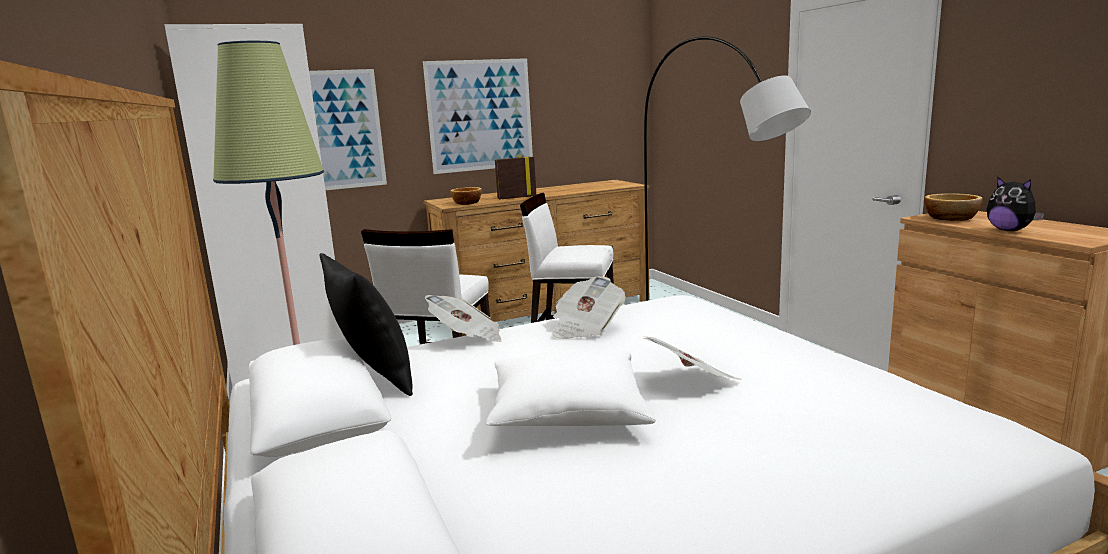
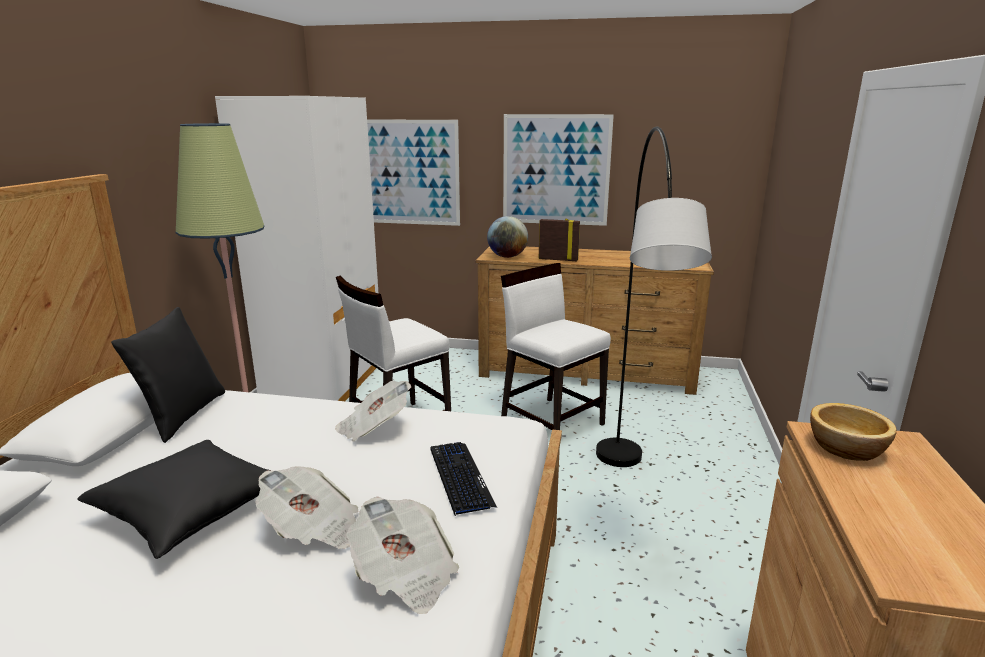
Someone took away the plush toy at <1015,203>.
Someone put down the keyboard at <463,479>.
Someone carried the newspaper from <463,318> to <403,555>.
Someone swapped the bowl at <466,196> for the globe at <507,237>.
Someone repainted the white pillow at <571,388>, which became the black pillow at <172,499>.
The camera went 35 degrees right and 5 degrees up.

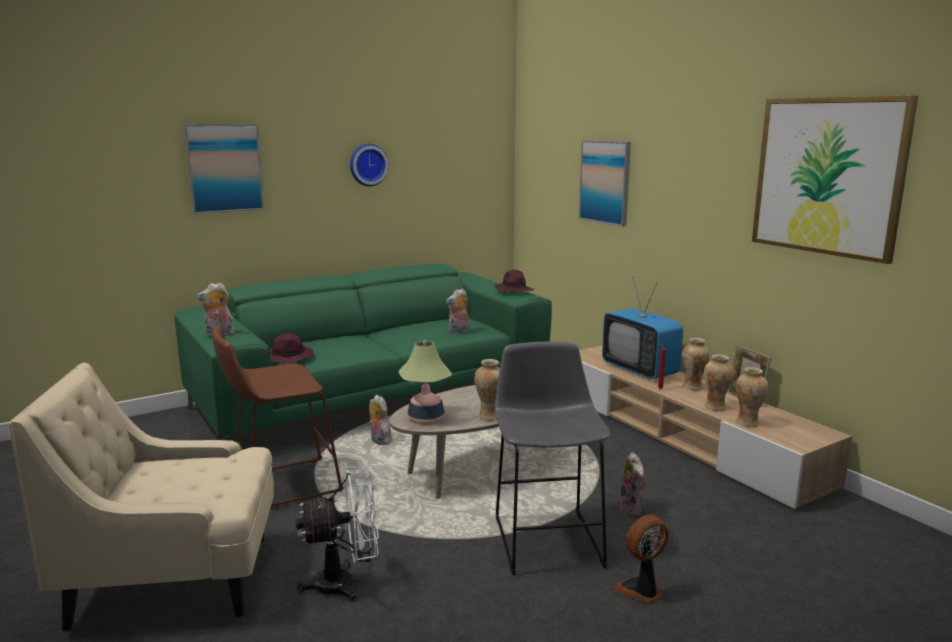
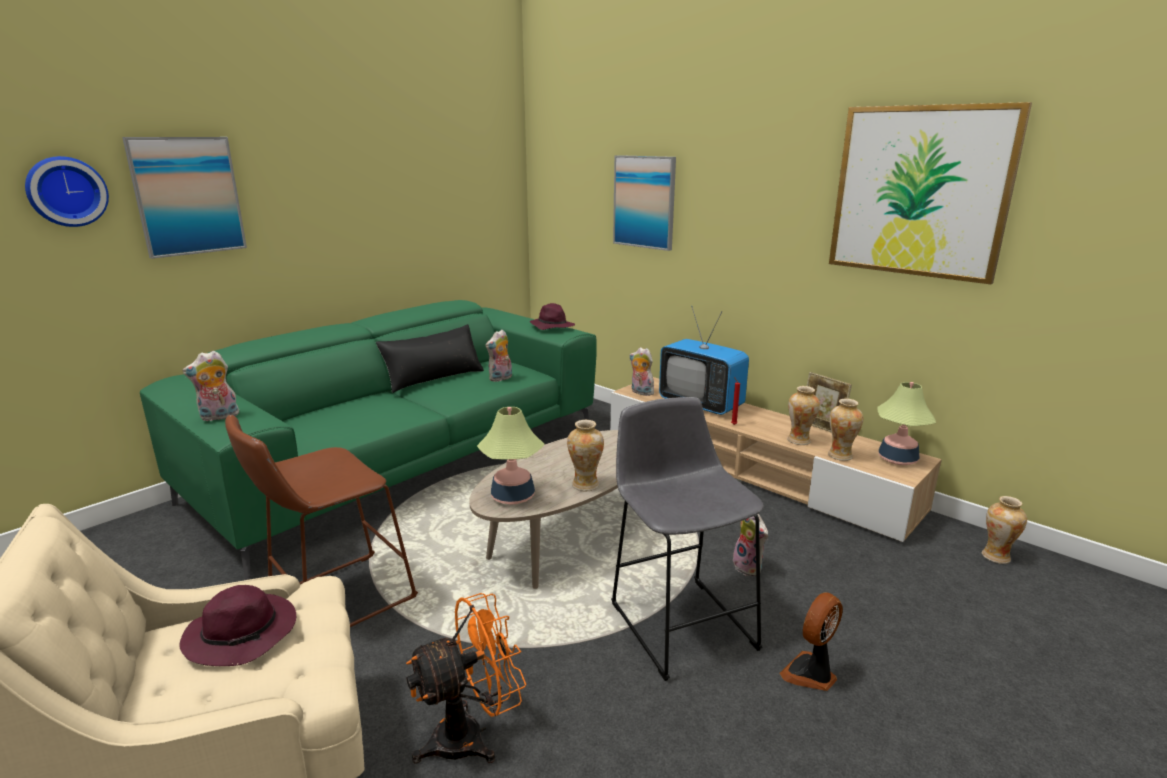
Someone put down the black pillow at <430,358>.
Someone put down the table lamp at <906,423>.
Someone carried the purple hat from <292,348> to <237,625>.
Someone carried the wall clock from <369,165> to <67,191>.
Someone carried the plush toy from <380,420> to <641,371>.
Someone carried the vase from <696,364> to <1004,530>.
Someone repainted the white fan at <337,535>, which became the orange fan at <466,678>.
The camera went 15 degrees left and 5 degrees up.

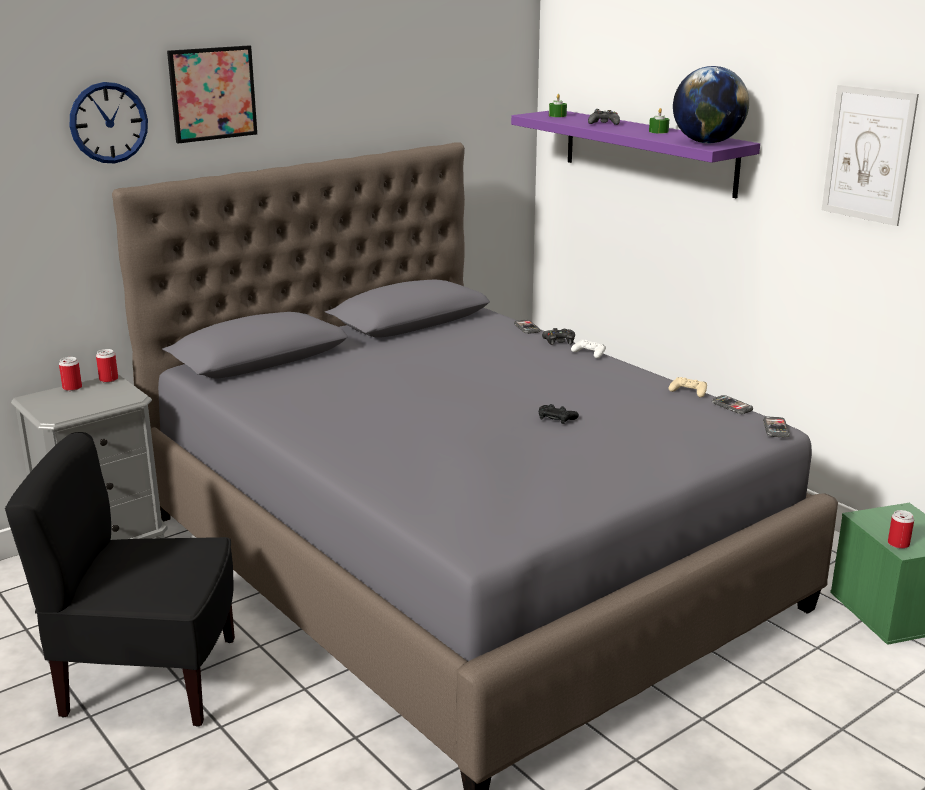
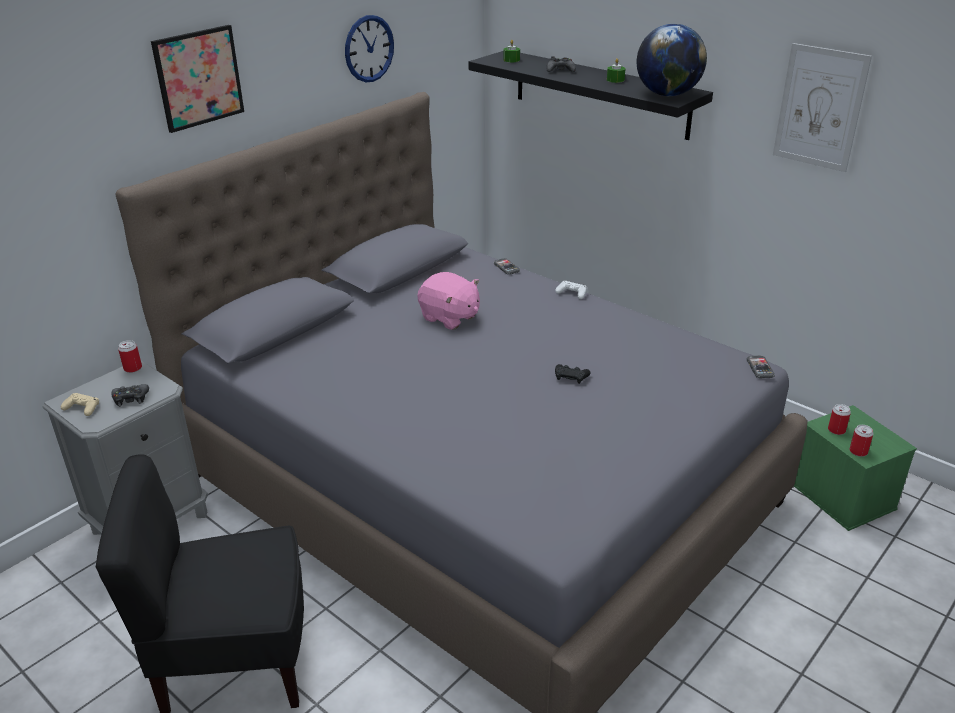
Someone took away the phone at <732,404>.
Someone put down the pink plush toy at <448,301>.
Someone carried the can from <70,374> to <839,419>.
Someone carried the wall clock from <109,122> to <369,48>.
Someone carried the black game controller from <558,336> to <130,395>.
Someone carried the beige game controller from <688,387> to <80,404>.
Someone repainted the purple shelf at <635,154>, which became the black shelf at <591,95>.
The camera went 10 degrees left and 10 degrees up.

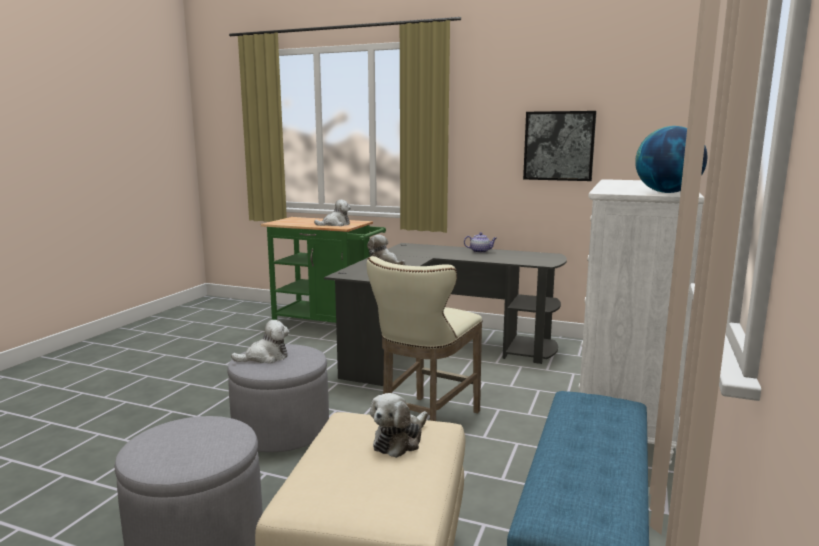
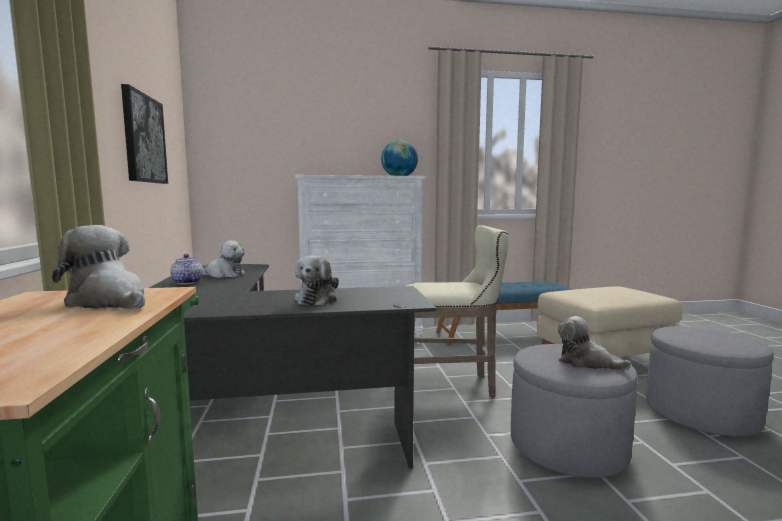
Someone carried the plush toy from <399,425> to <224,259>.
The camera went 120 degrees left and 5 degrees down.

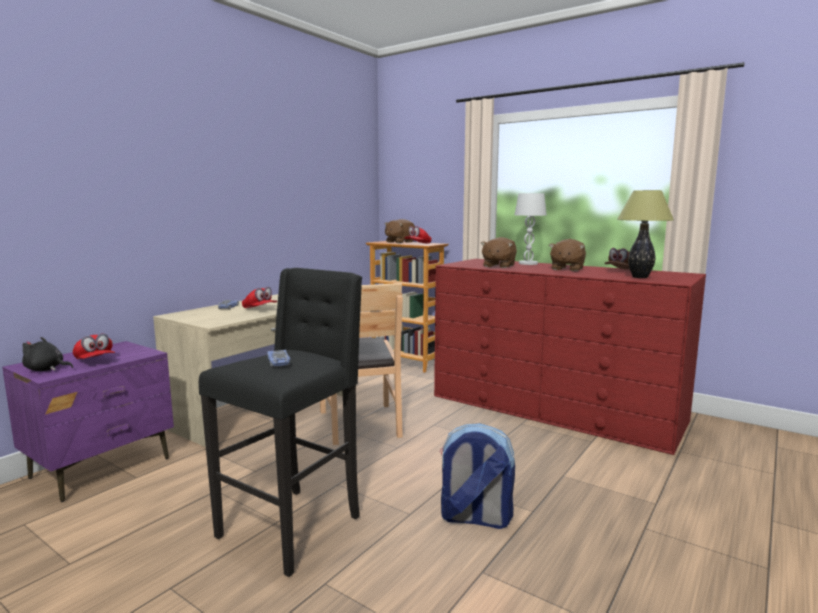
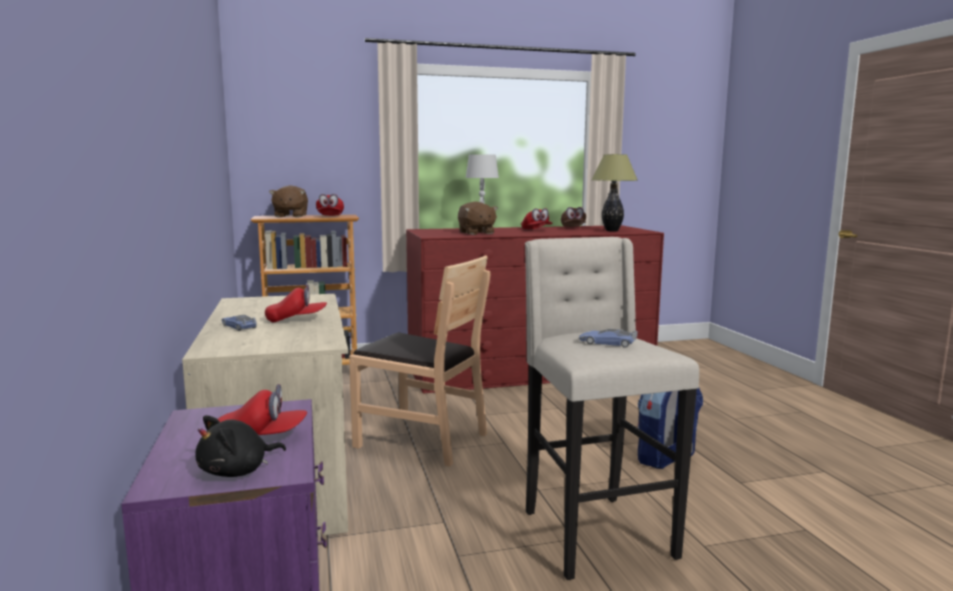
Someone swapped the brown plush toy at <567,255> for the red cap at <537,218>.
Someone repainted the black stool at <280,422>, which became the beige stool at <612,408>.
The camera went 50 degrees left and 0 degrees up.

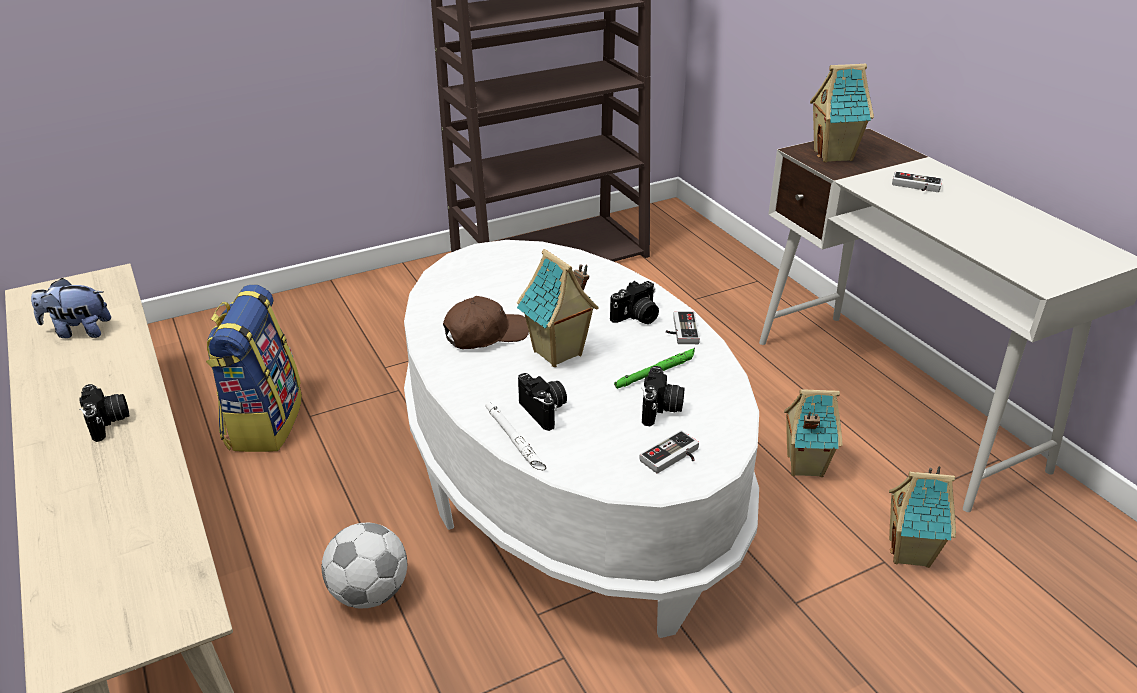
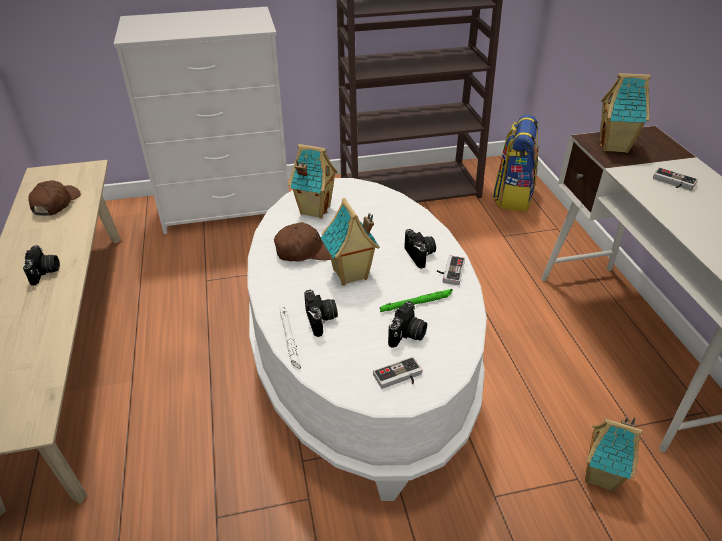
Someone took away the football at <364,566>.
Someone put down the white dresser at <201,120>.
Someone carried the backpack from <254,368> to <515,163>.
Someone carried the toy house from <813,433> to <313,181>.
Someone swapped the plush toy at <71,308> for the brown cap at <54,198>.
Someone rotated the photo camera at <634,302> by 90 degrees counterclockwise.
The camera went 15 degrees right and 5 degrees up.

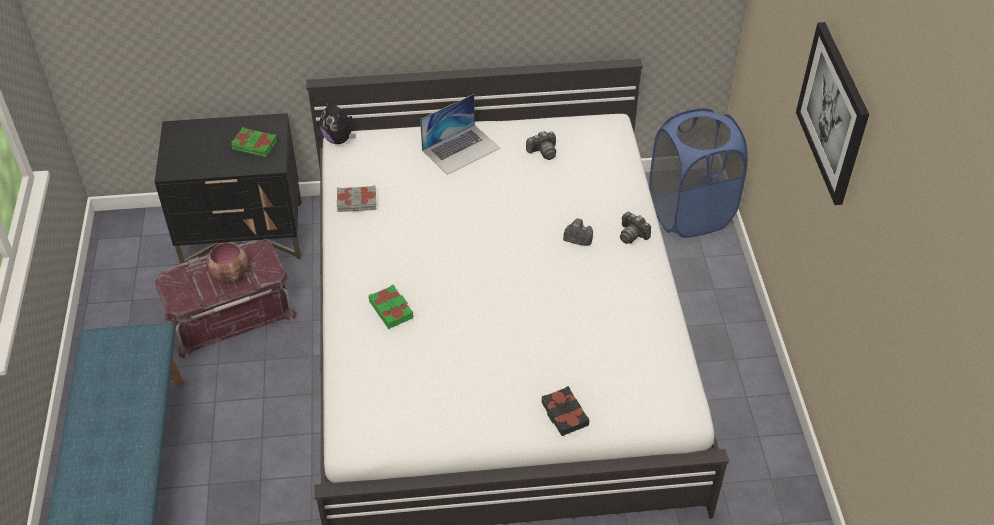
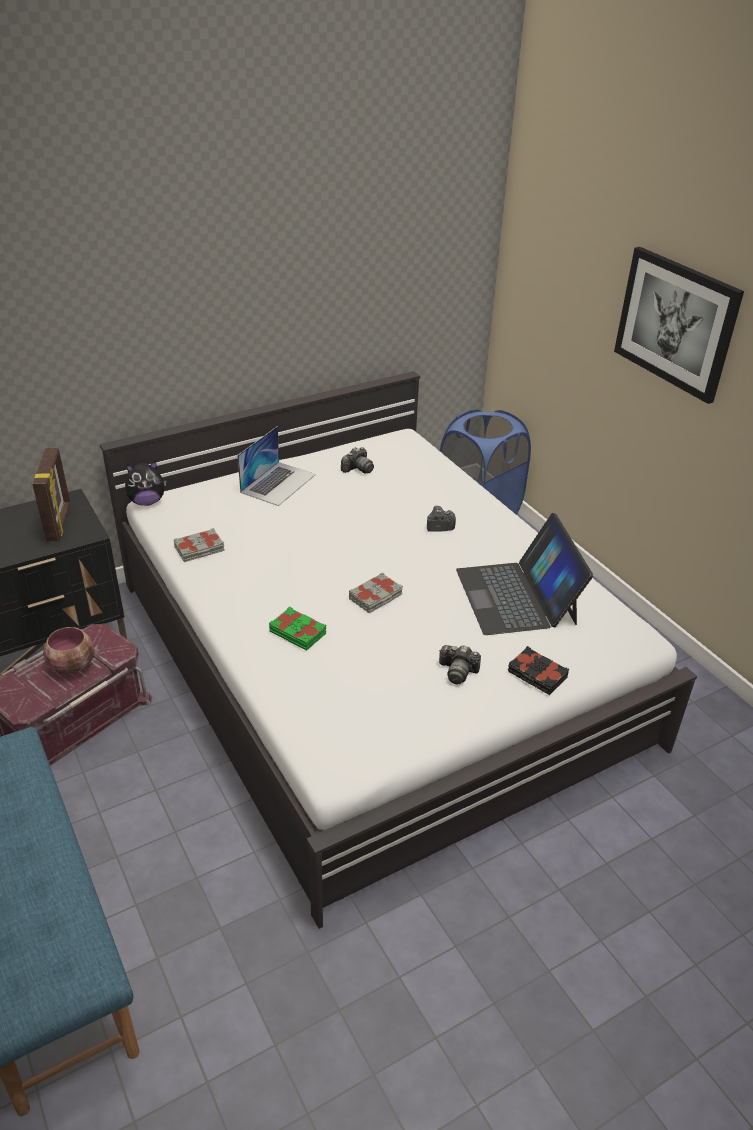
Someone put down the grey book at <376,592>.
Someone put down the laptop at <524,574>.
Someone carried the photo camera from <635,228> to <460,664>.
Someone swapped the green book at <254,142> for the picture frame at <51,495>.
Someone rotated the plush toy at <338,122> by 45 degrees counterclockwise.
The camera went 25 degrees left and 10 degrees down.

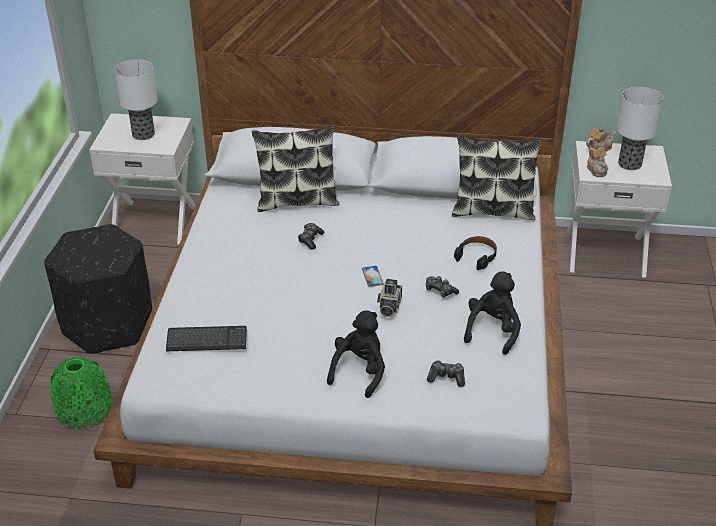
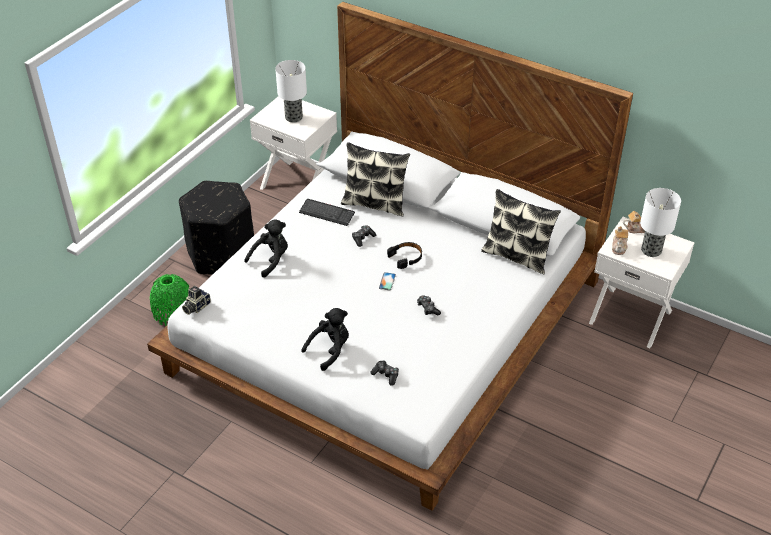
Someone carried the keyboard from <206,338> to <327,212>.
Someone carried the photo camera from <389,298> to <196,300>.
Someone carried the black headphones from <475,253> to <404,255>.
Someone carried the black plush toy from <492,313> to <266,248>.
The camera went 25 degrees right and 5 degrees up.

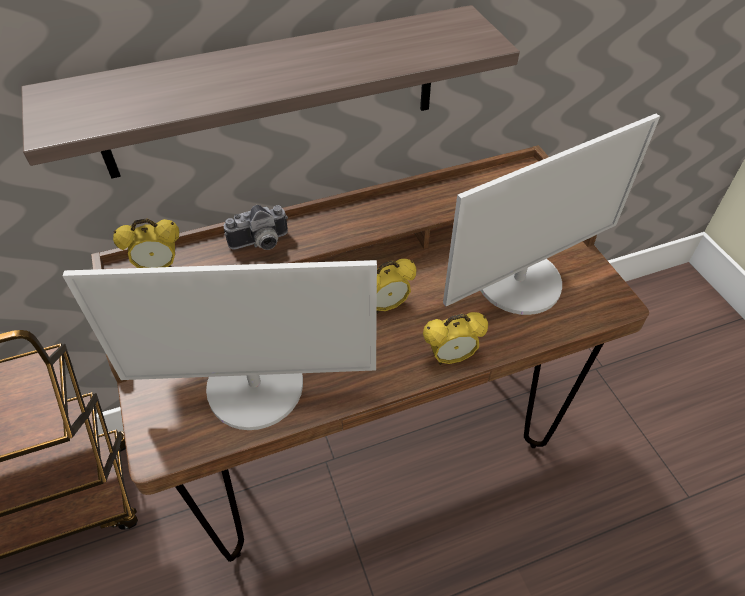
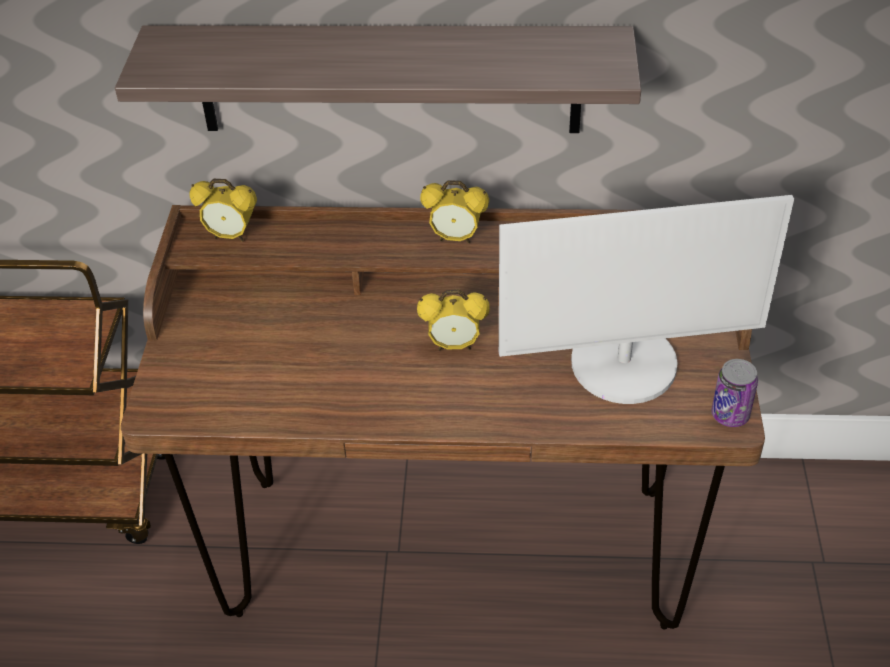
Someone took away the monitor at <219,345>.
Someone took away the photo camera at <256,227>.
Someone put down the can at <734,393>.
Someone carried the alarm clock from <455,338> to <454,212>.
The camera went 25 degrees right and 5 degrees down.

